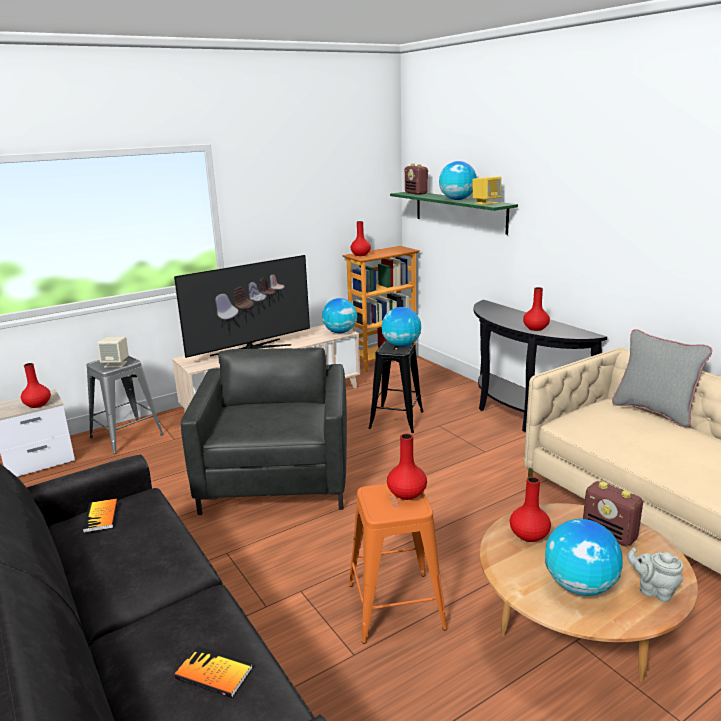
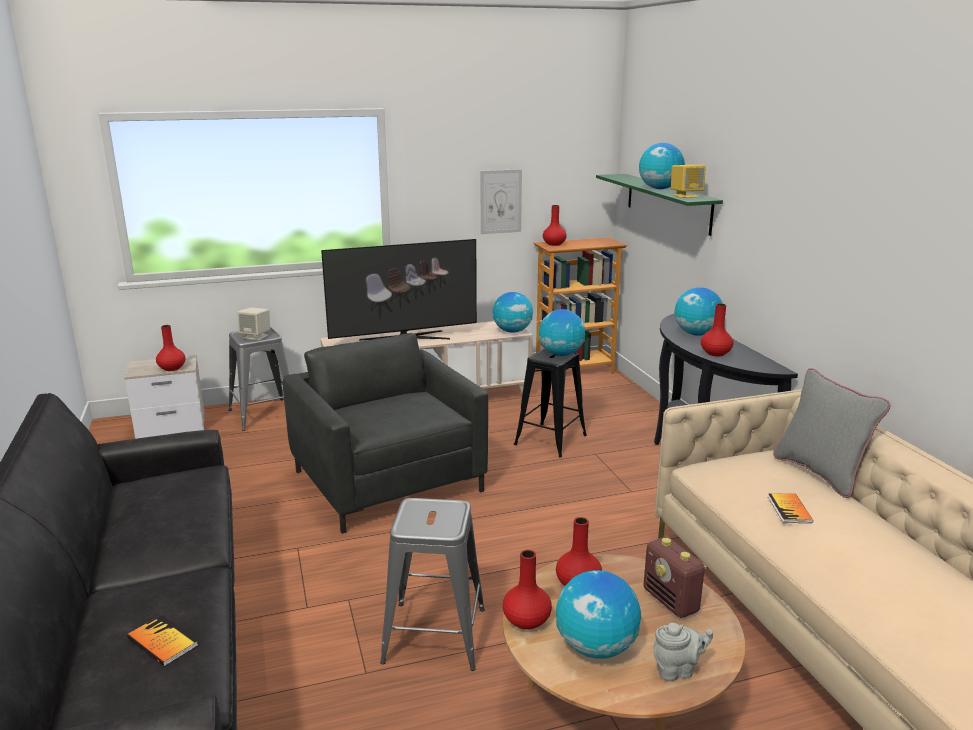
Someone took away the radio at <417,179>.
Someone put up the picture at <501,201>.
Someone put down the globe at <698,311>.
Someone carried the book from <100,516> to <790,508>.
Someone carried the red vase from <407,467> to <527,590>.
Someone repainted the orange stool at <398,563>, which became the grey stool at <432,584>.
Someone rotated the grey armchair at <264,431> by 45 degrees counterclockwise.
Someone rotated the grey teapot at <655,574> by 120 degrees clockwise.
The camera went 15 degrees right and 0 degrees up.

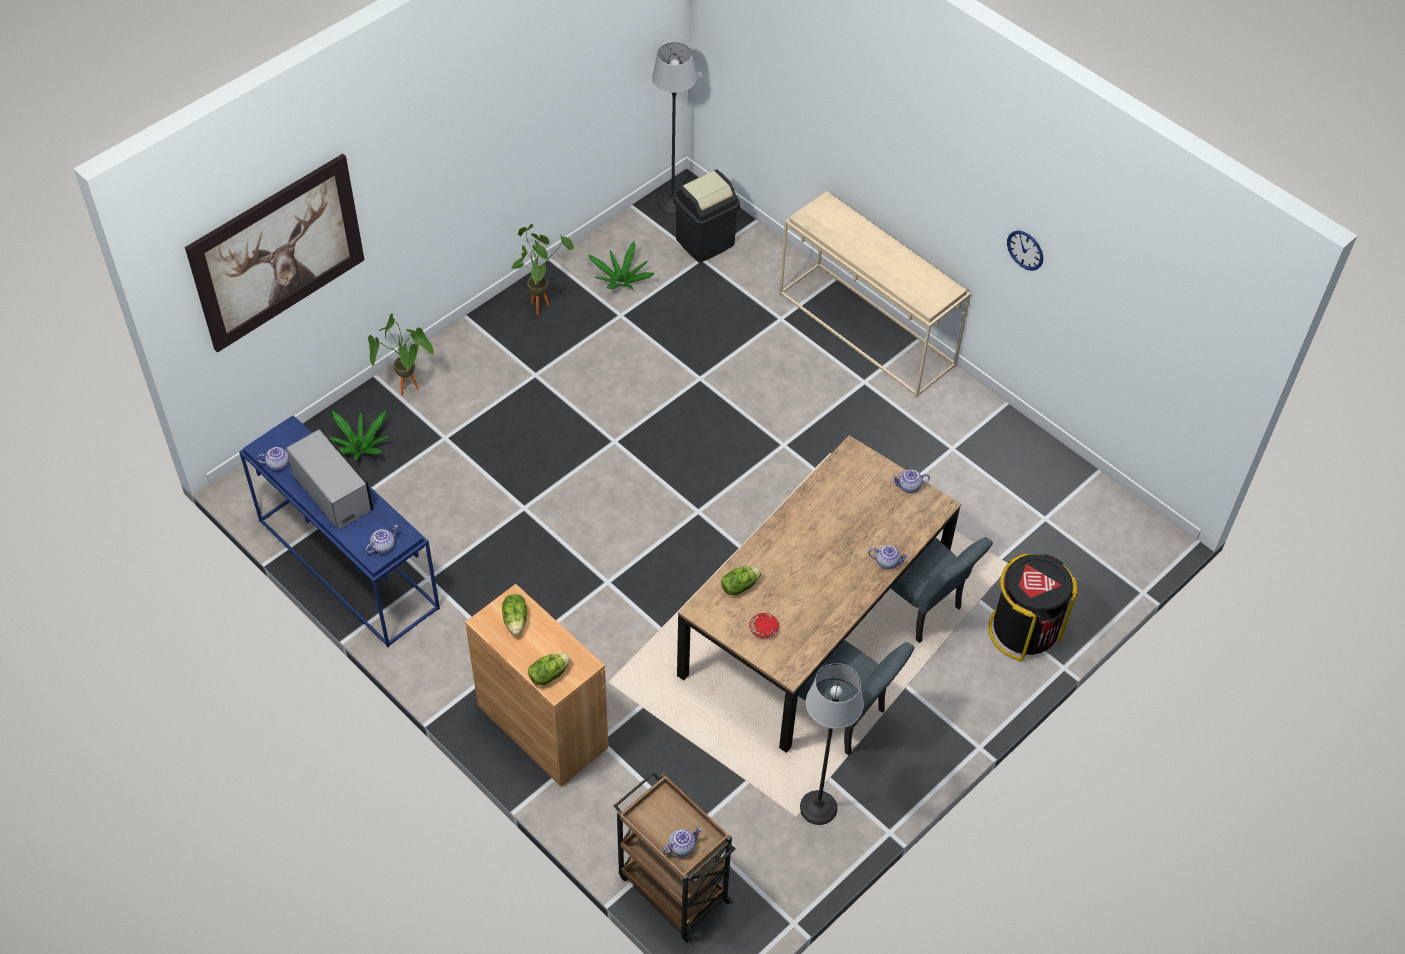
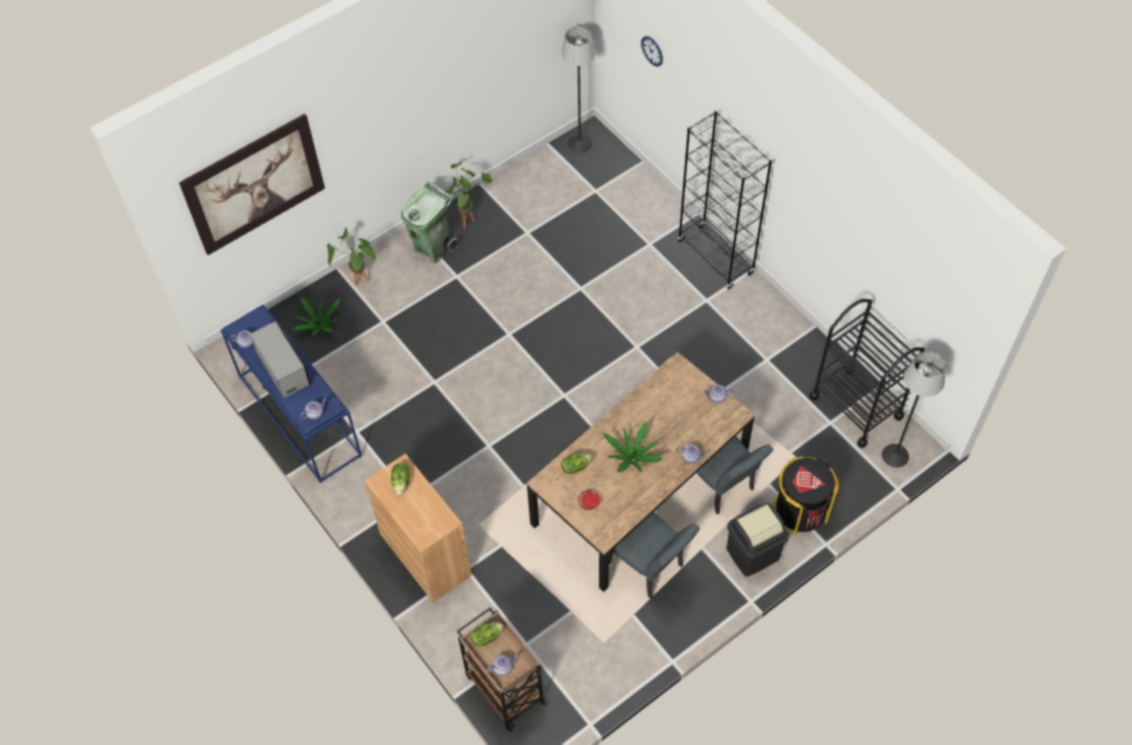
Someone put down the green trash can at <430,222>.
Someone put down the black cart at <867,373>.
Someone carried the lettuce from <549,669> to <487,634>.
Someone carried the potted plant from <621,265> to <633,446>.
Someone carried the black trash can from <706,216> to <758,540>.
Someone carried the floor lamp from <832,744> to <914,409>.
Someone carried the wall clock from <1025,250> to <652,51>.
Someone swapped the beige console table at <875,294> for the black bookcase at <725,200>.
The camera went 10 degrees right and 5 degrees up.

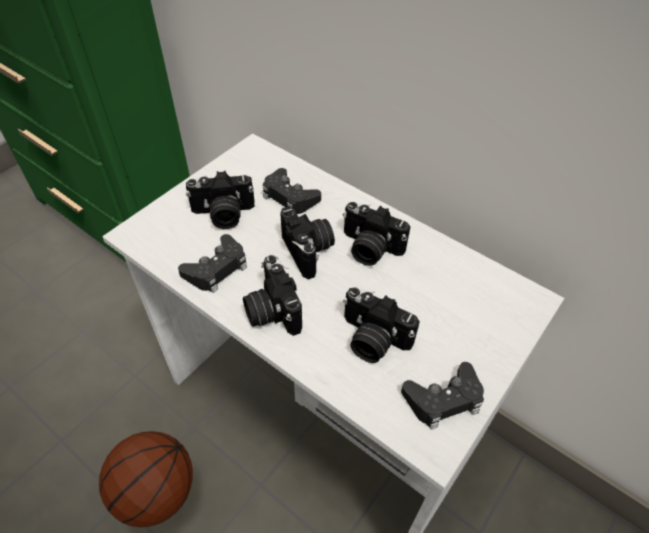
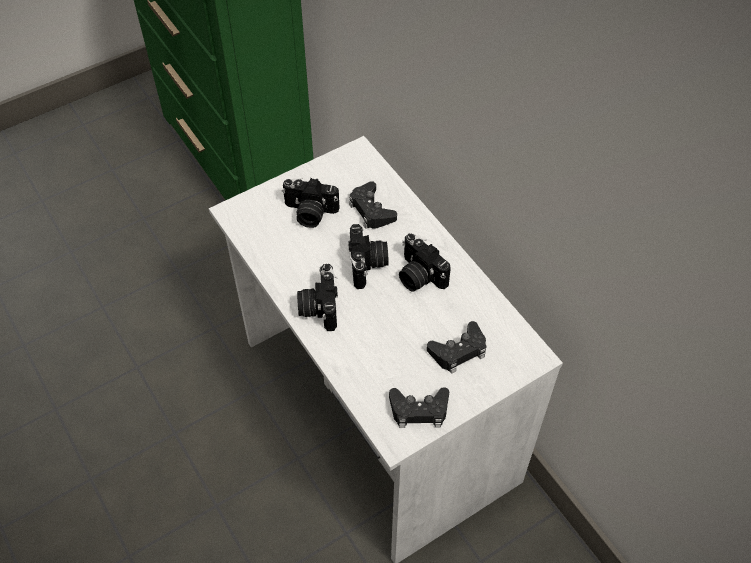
Someone took away the basketball at <146,479>.
Someone took away the photo camera at <381,325>.
Someone carried the black game controller from <212,263> to <456,347>.
The camera went 20 degrees right and 5 degrees up.

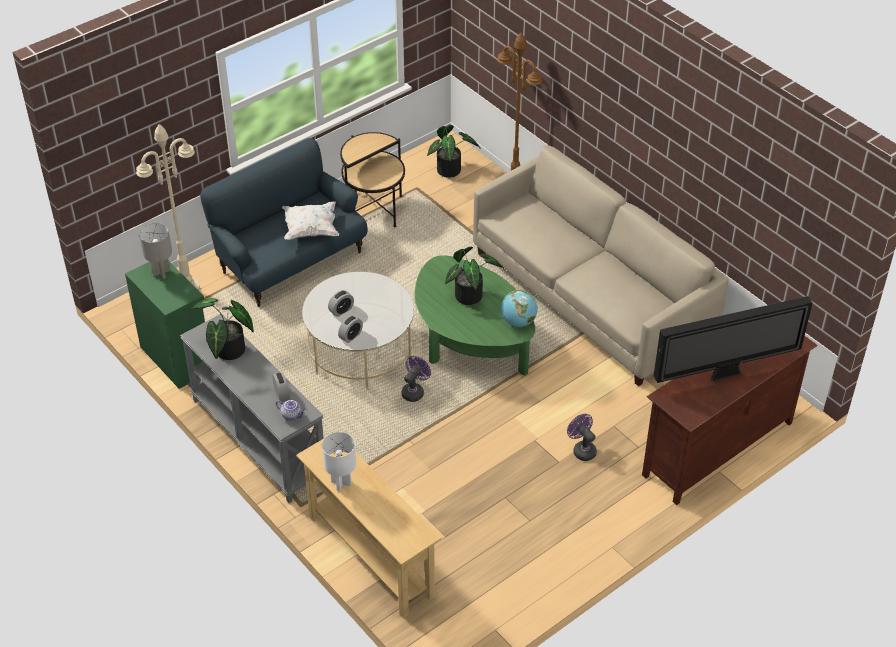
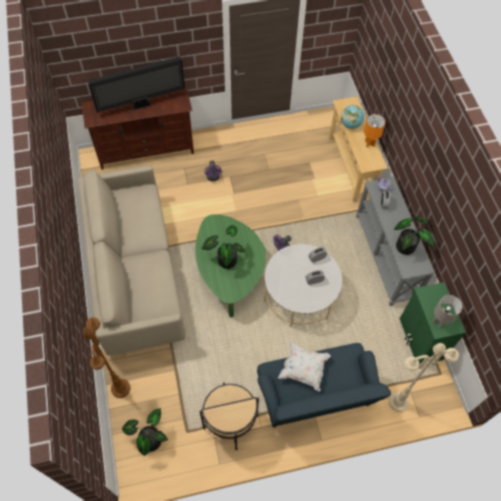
Someone carried the globe from <519,308> to <352,117>.
Someone repainted the white table lamp at <339,461>, which became the orange table lamp at <374,130>.
Someone rotated the television at <733,339> by 150 degrees clockwise.
The camera went 155 degrees left and 15 degrees up.

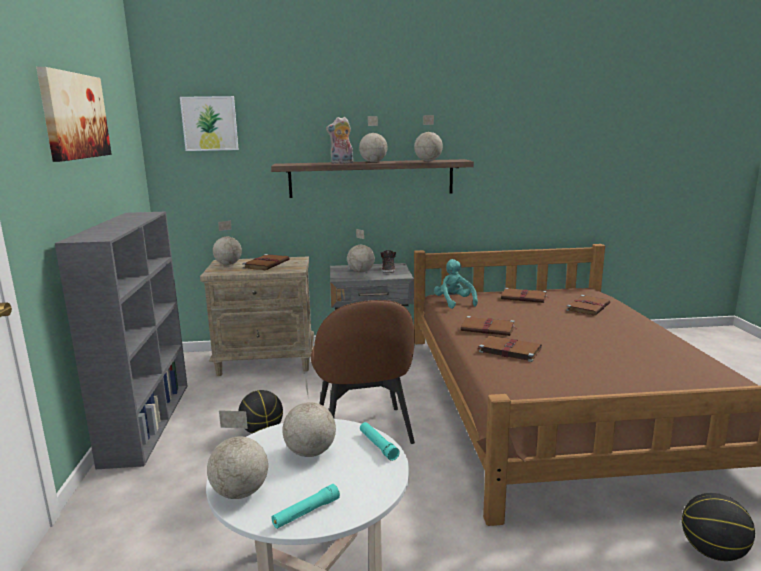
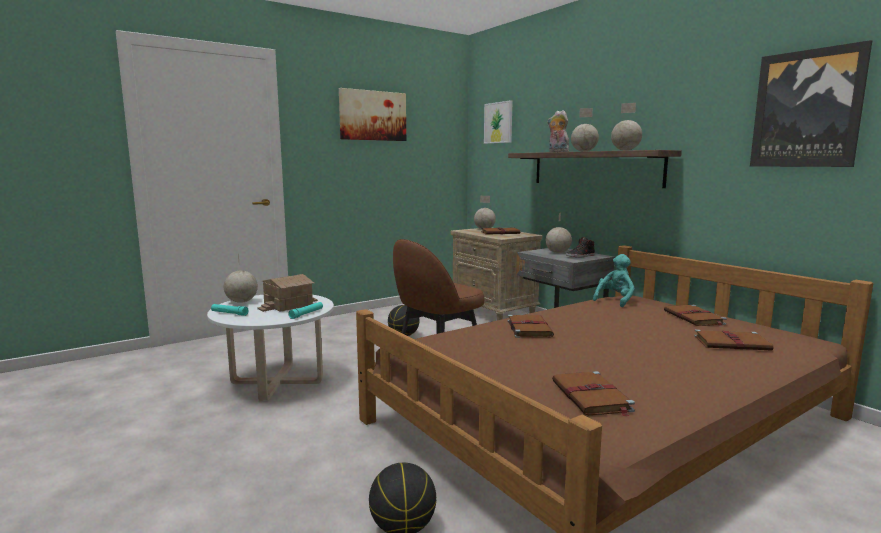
Someone took away the grey bookcase at <121,341>.
Someone put up the picture at <811,103>.
Someone carried the brown book from <489,326> to <593,394>.
Someone swapped the globe at <309,416> for the toy house at <287,293>.
The camera went 60 degrees right and 5 degrees down.

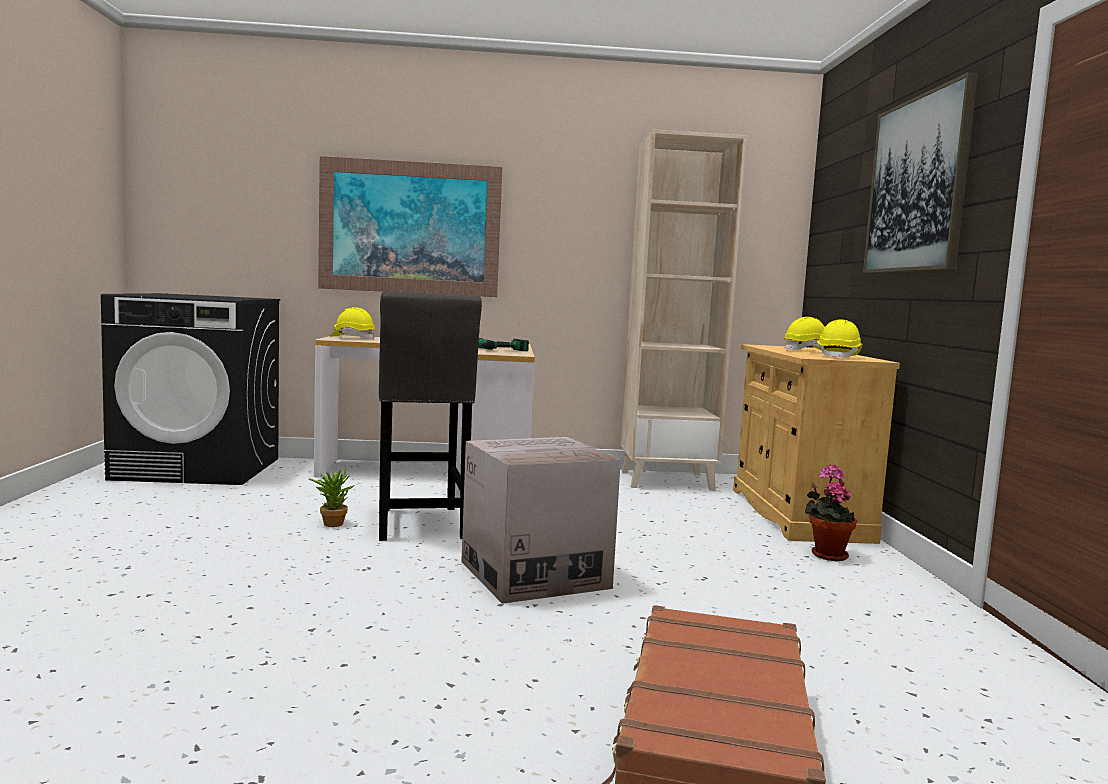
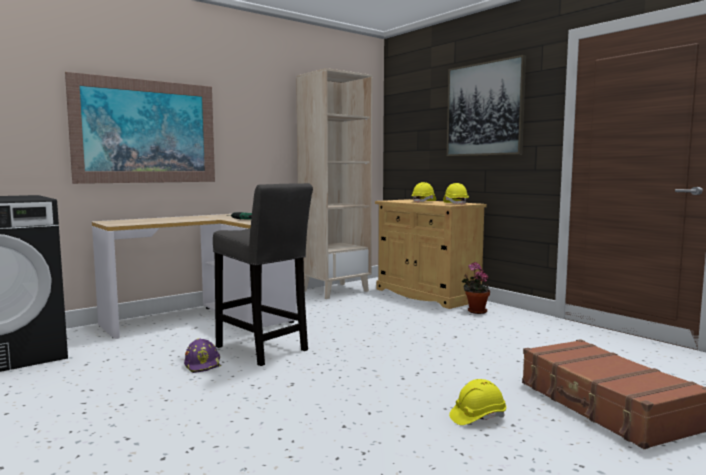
Someone took away the cardboard box at <541,520>.
Someone carried the yellow hard hat from <352,323> to <477,402>.
Someone swapped the potted plant at <331,497> for the purple hard hat at <202,356>.
The camera went 35 degrees left and 0 degrees up.

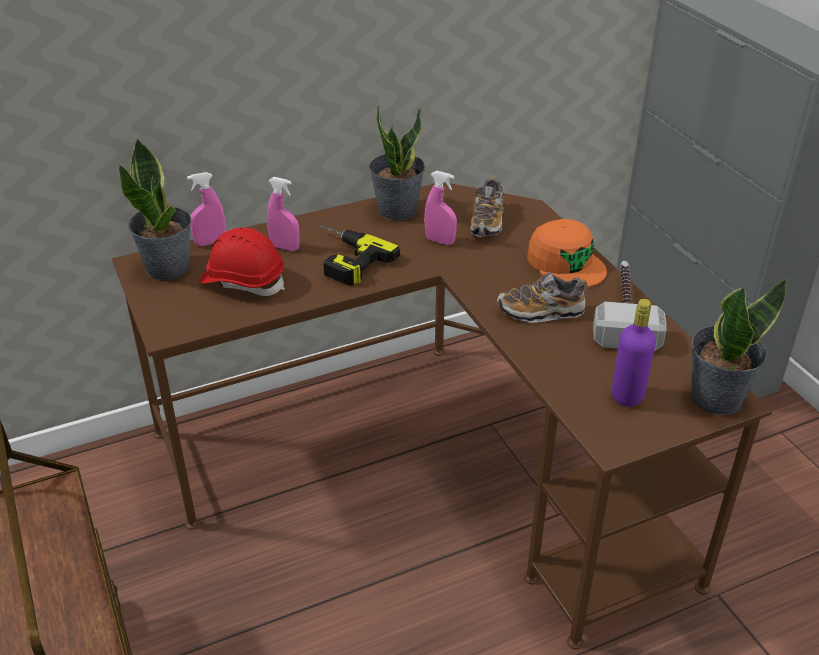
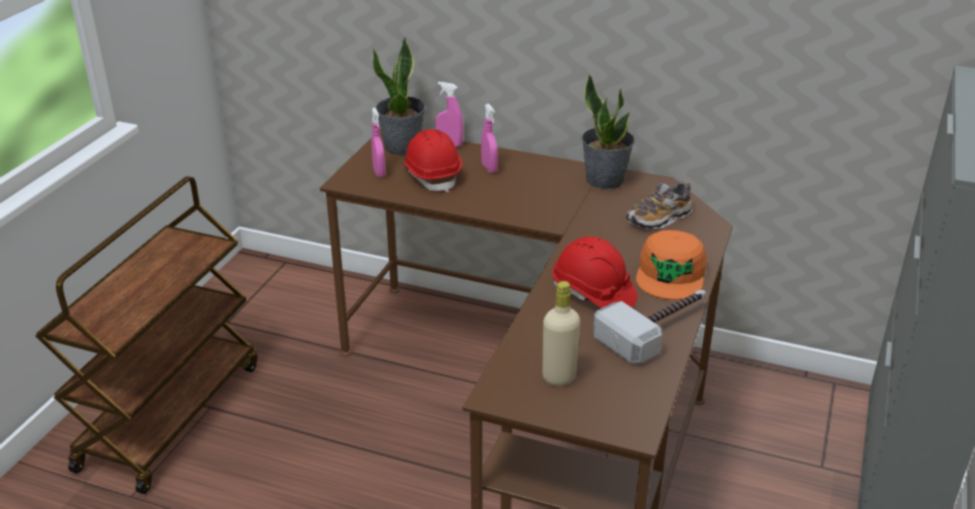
Someone took away the power drill at <359,255>.
Someone took away the potted plant at <739,346>.
Someone carried the pink spray bottle from <440,208> to <378,143>.
Someone swapped the shoe at <543,297> for the red hard hat at <595,272>.
Someone repainted the purple bottle at <634,352>, which became the beige bottle at <561,333>.
The camera went 45 degrees right and 5 degrees down.

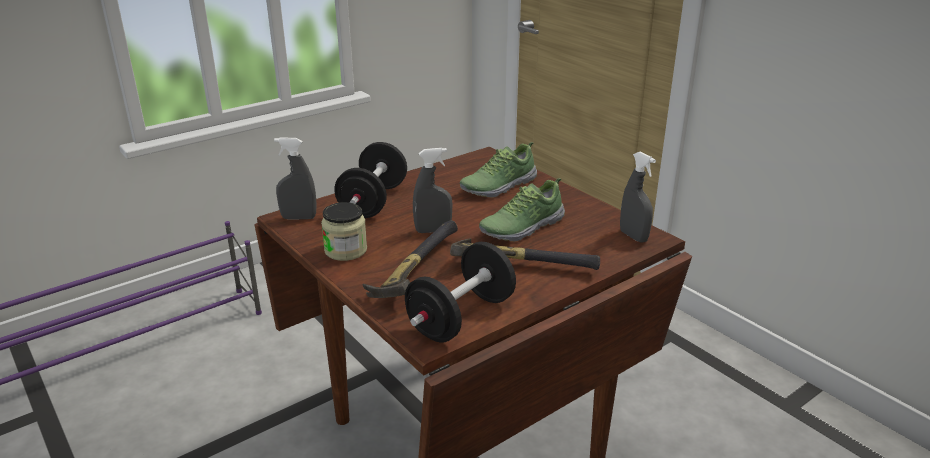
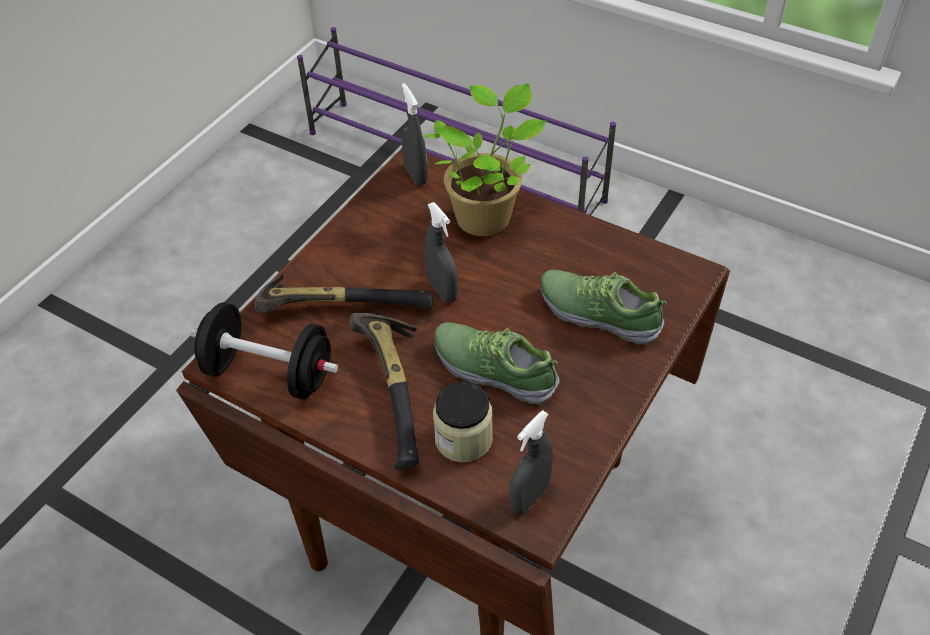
Someone carried the jar from <344,231> to <463,422>.
Someone swapped the black dumbbell at <370,180> for the potted plant at <485,159>.
The camera went 70 degrees right and 20 degrees up.

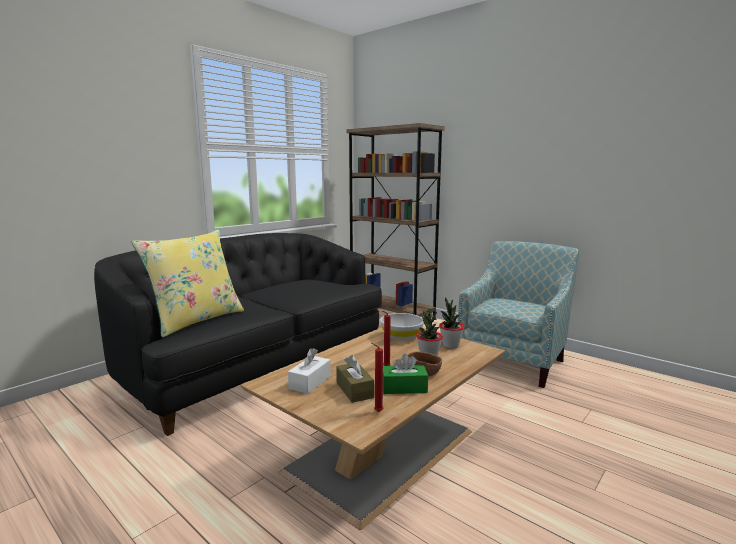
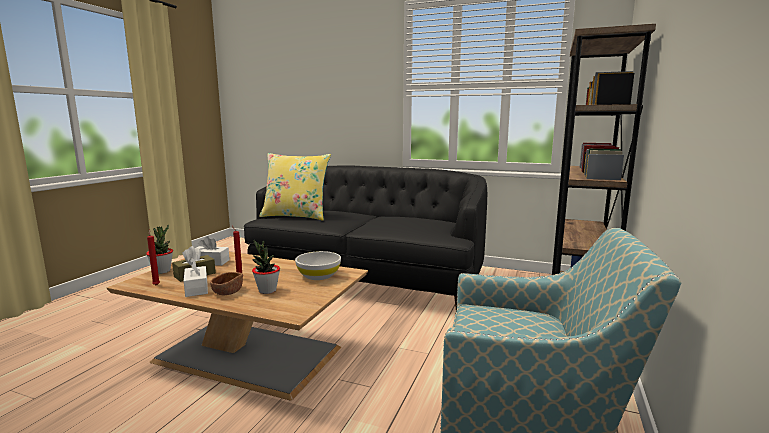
Someone carried the potted plant from <451,323> to <159,249>.
Someone repainted the green tissue box at <405,374>, which became the white tissue box at <196,277>.
The camera went 70 degrees right and 0 degrees up.

